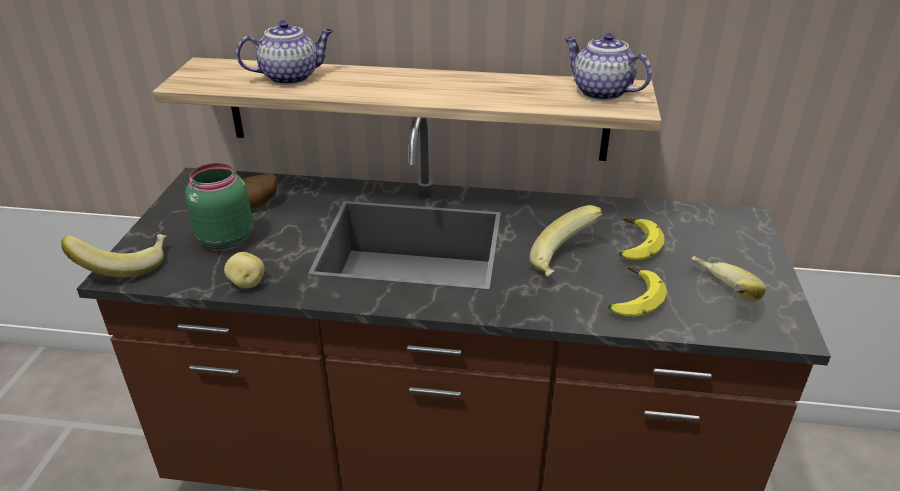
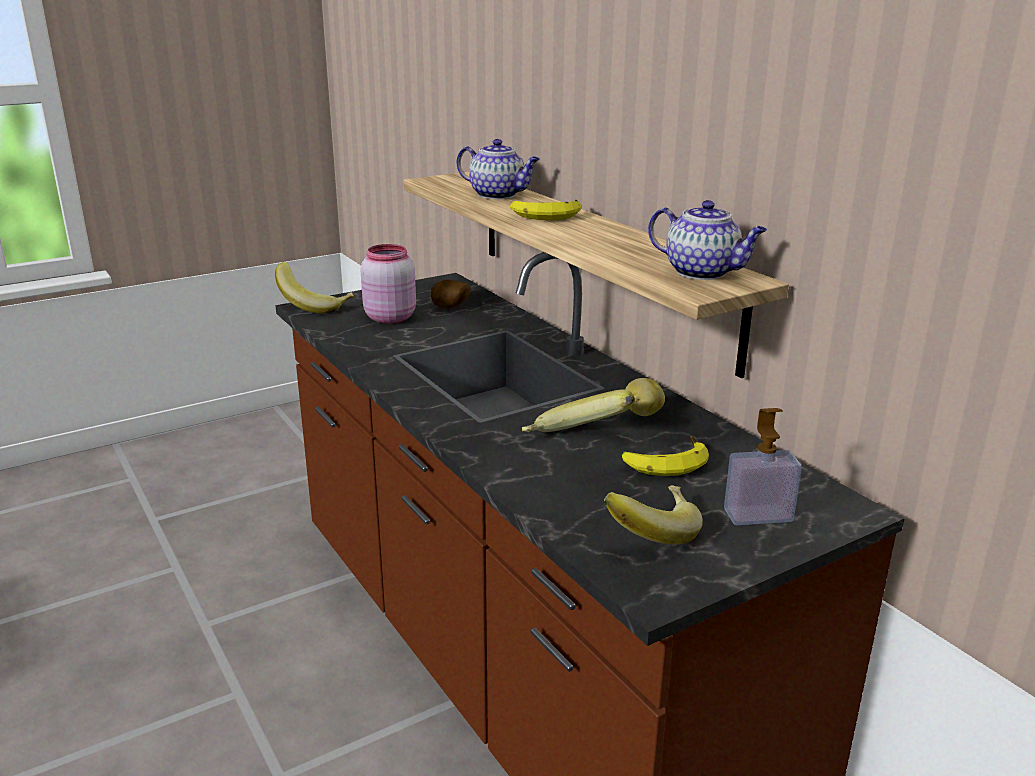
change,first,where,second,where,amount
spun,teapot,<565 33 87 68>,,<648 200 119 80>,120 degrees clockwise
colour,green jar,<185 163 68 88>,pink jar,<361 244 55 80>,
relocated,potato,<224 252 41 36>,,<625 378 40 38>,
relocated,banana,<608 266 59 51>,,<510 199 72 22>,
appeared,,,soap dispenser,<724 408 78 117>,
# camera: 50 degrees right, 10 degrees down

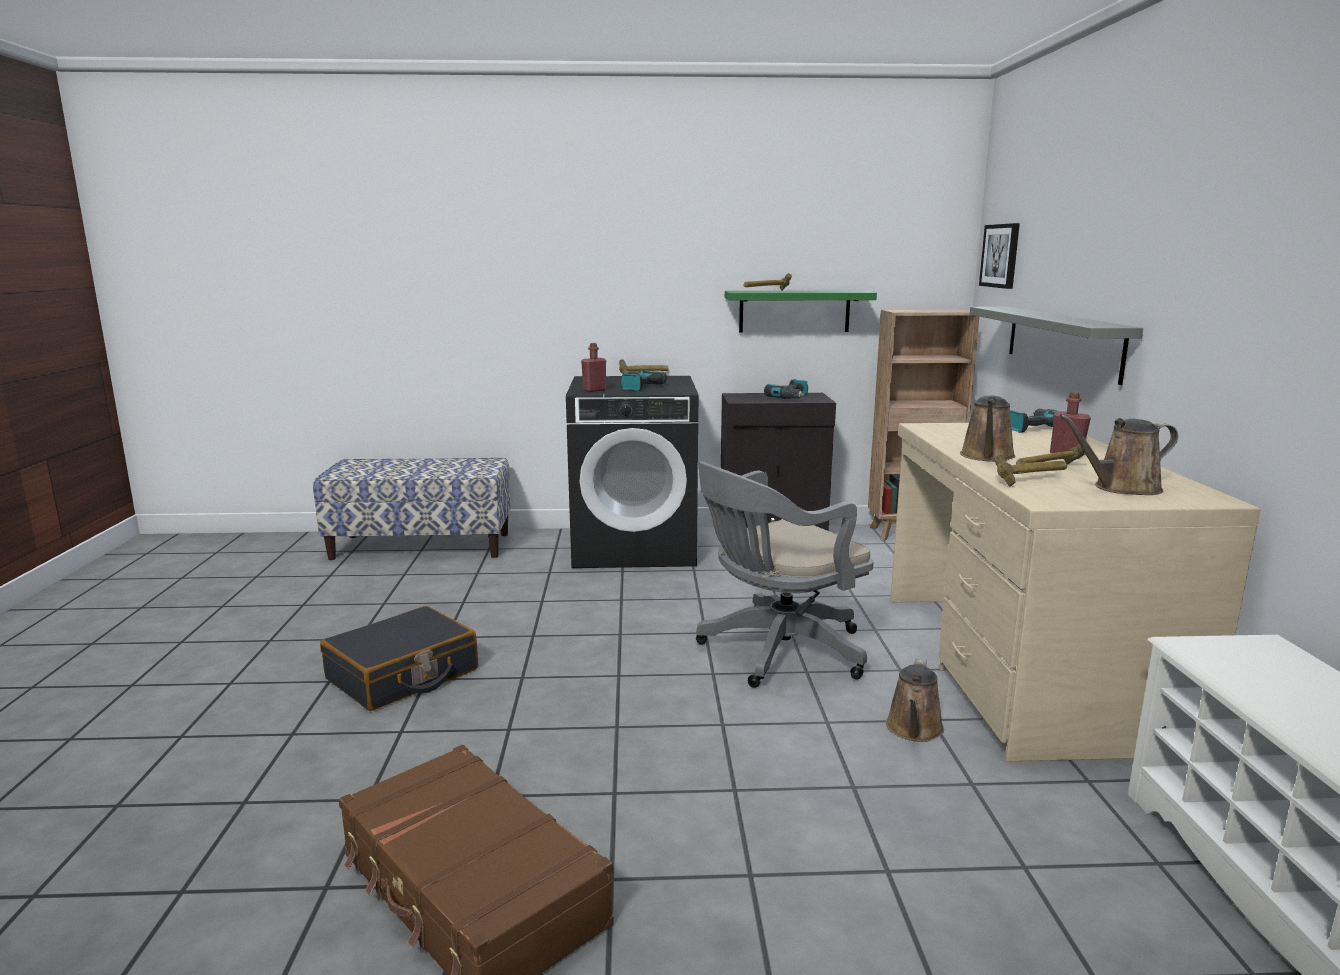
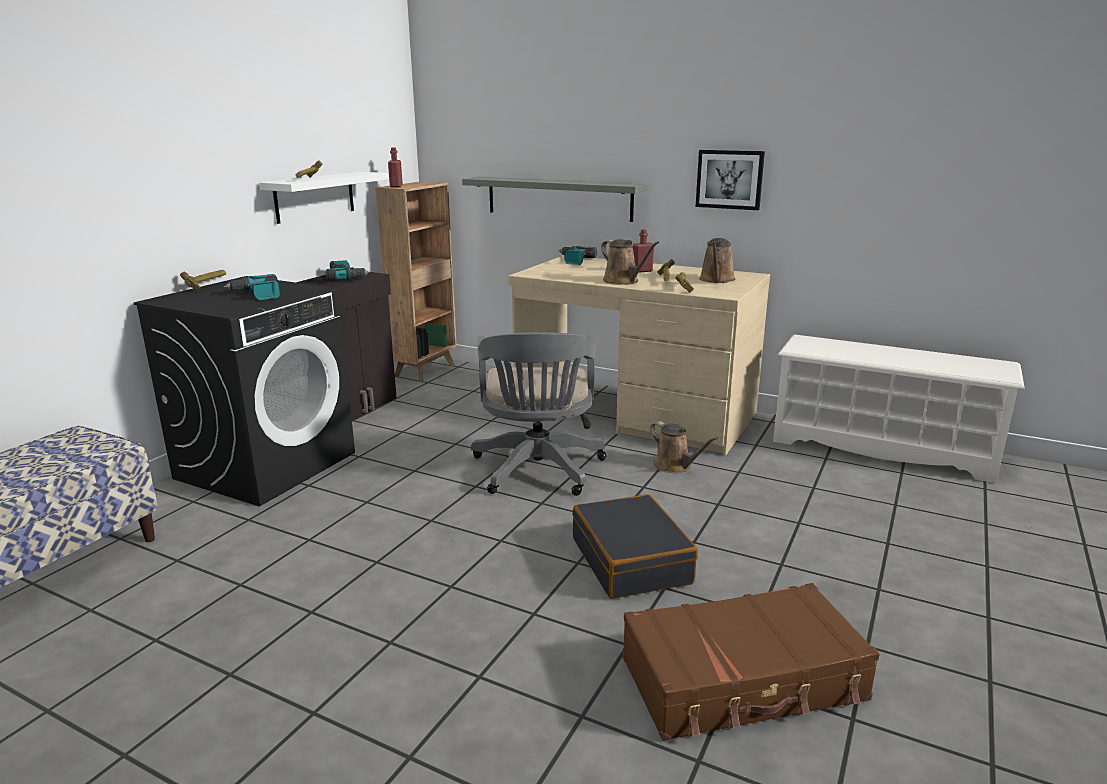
change,first,where,second,where,amount
relocated,picture,<979 223 41 66>,,<696 150 69 60>,
colour,green shelf,<725 291 152 41>,white shelf,<259 172 130 52>,
relocated,red bottle,<581 343 25 49>,,<388 147 15 41>,
relocated,black suitcase,<320 606 158 105>,,<572 494 126 105>,
# camera: 60 degrees left, 5 degrees up

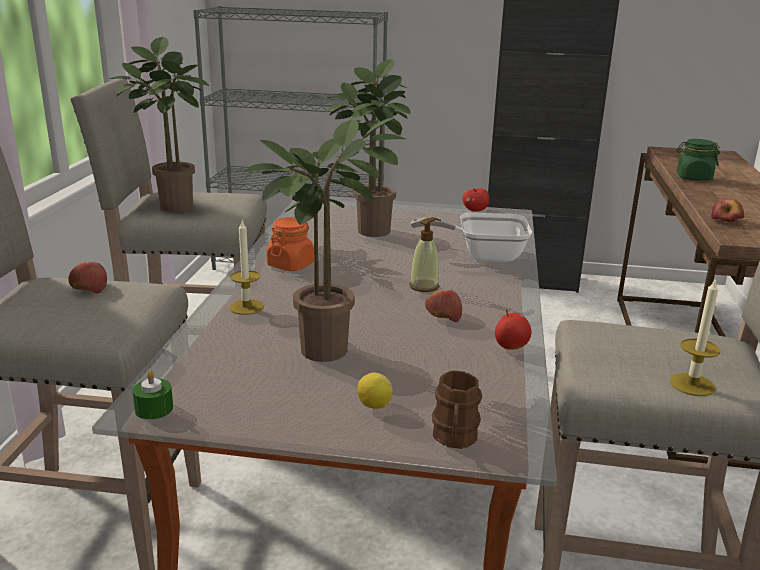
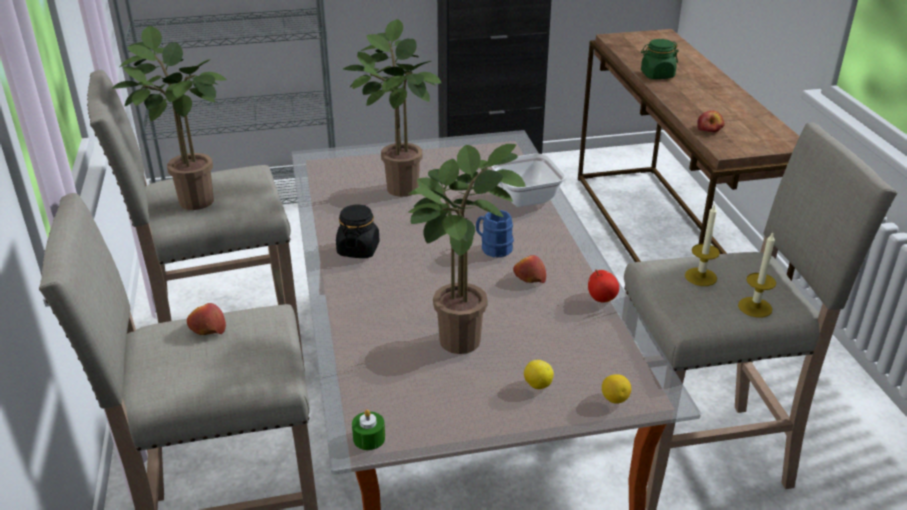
change,first,where,second,where,amount
missing,apple,<462 188 27 24>,,,
colour,orange jar,<266 217 48 54>,black jar,<336 204 44 54>,
exchanged,soap dispenser,<409 217 32 75>,blue mug,<476 210 38 48>,
relocated,candle,<229 221 35 94>,,<685 203 35 83>,
exchanged,brown mug,<432 370 50 79>,lemon,<602 374 29 30>,
# camera: 20 degrees left, 10 degrees up

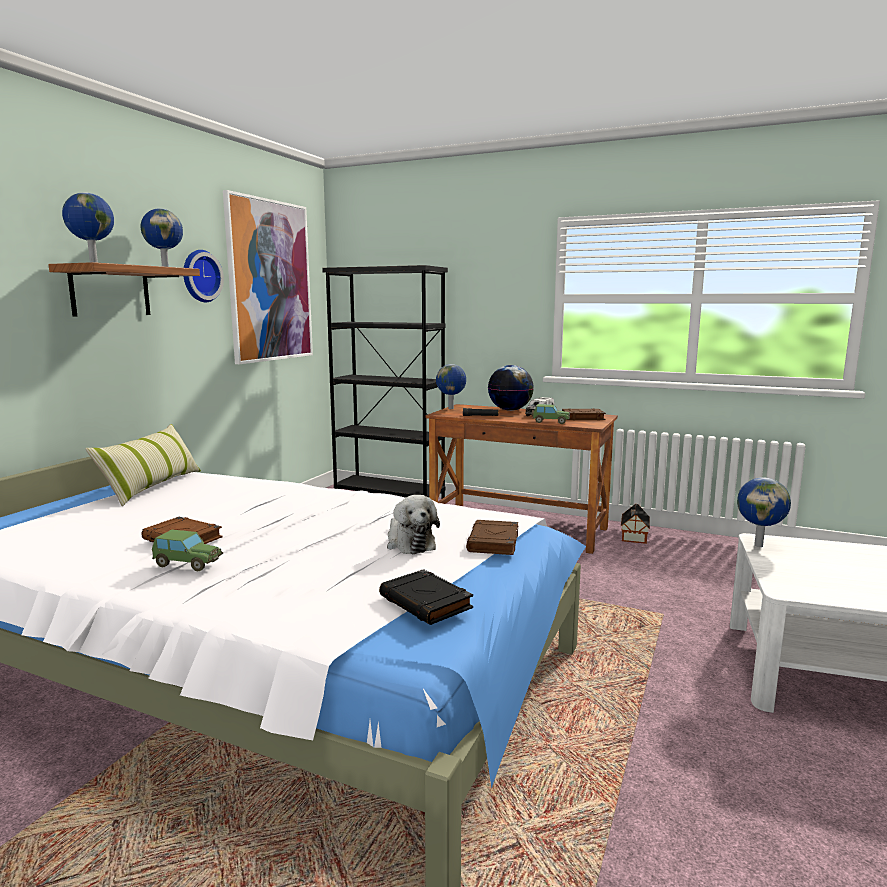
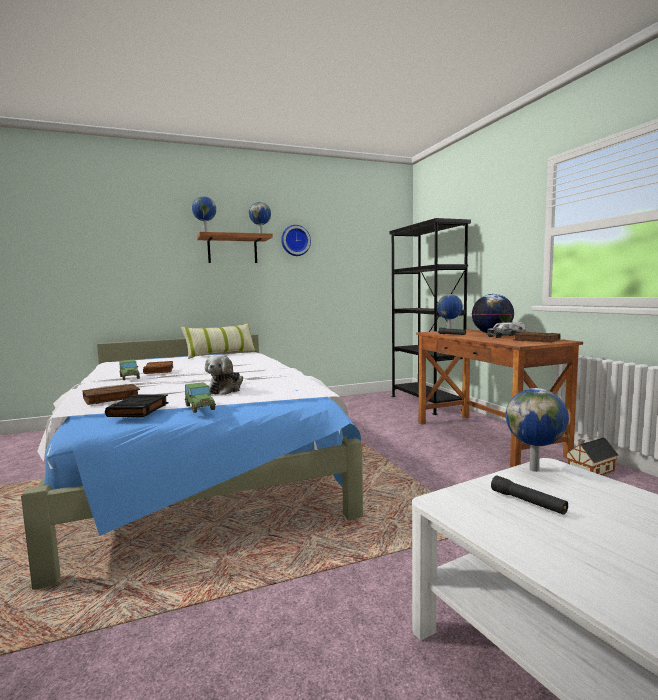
change,first,where,second,where,amount
missing,picture,<223 190 90 174>,,,
relocated,toy car,<532 404 38 20>,,<185 382 31 31>,
relocated,brown book,<466 520 52 35>,,<83 384 57 21>,
appeared,,,black flashlight,<491 476 77 39>,
# camera: 45 degrees right, 5 degrees down

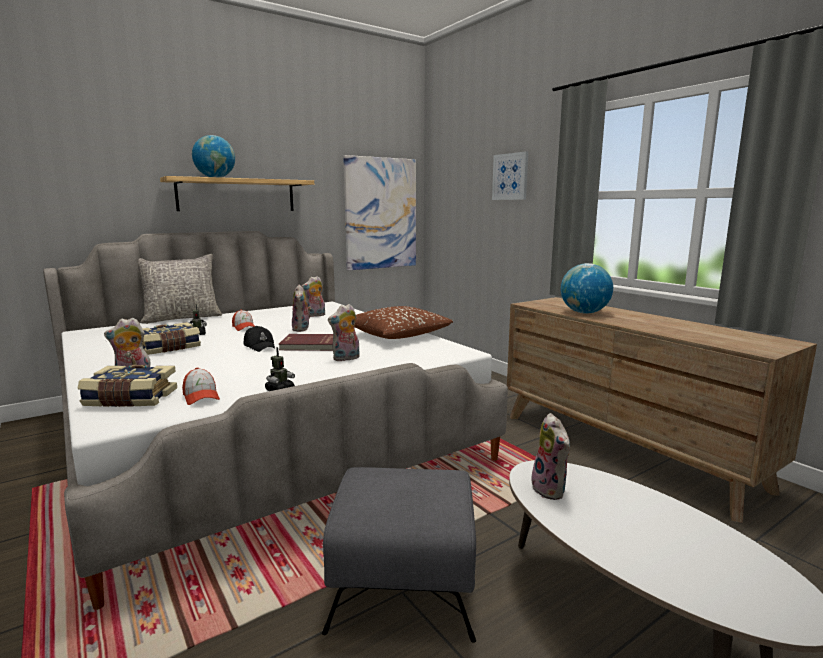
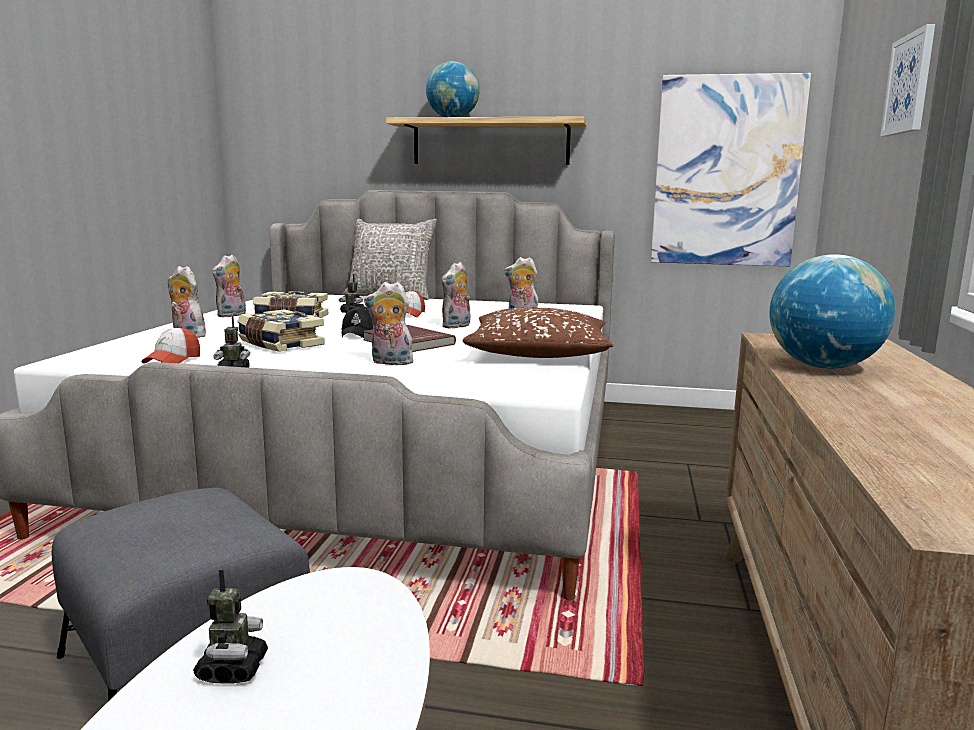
change,first,where,second,where,amount
relocated,book,<77 365 100 42>,,<237 309 88 43>,
relocated,plush toy,<531 413 39 87>,,<212 255 34 62>,
appeared,,,toy robot,<193 569 75 114>,
# camera: 45 degrees right, 0 degrees up

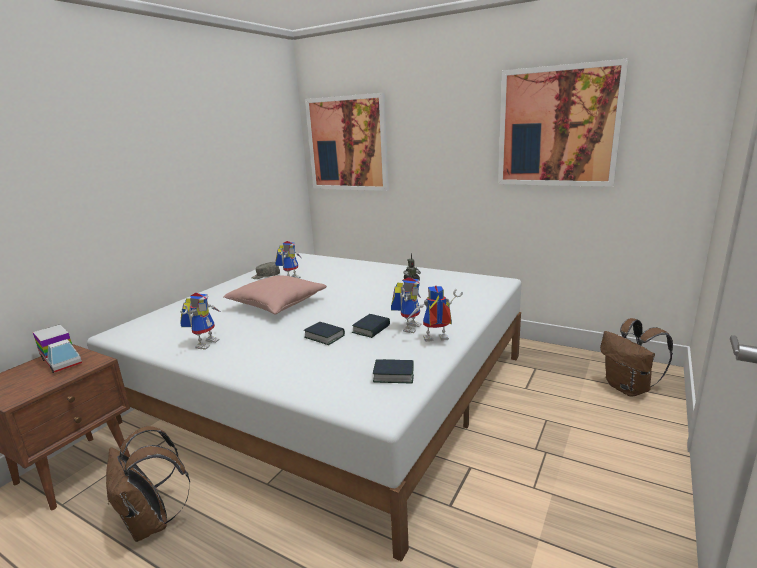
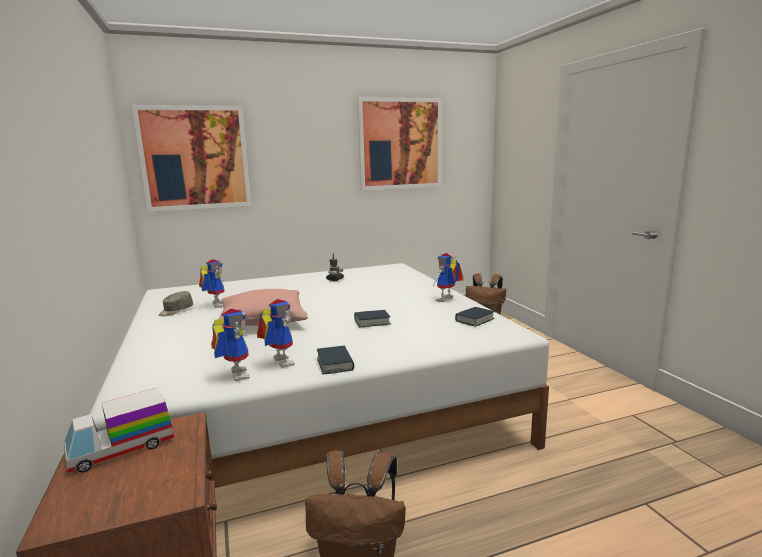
change,first,where,second,where,amount
relocated,toy robot,<391 277 30 56>,,<211 309 39 72>,
relocated,book,<352 314 38 24>,,<317 346 37 28>,
spun,toy truck,<33 324 49 49>,,<64 388 110 85>,150 degrees clockwise
# camera: 50 degrees left, 5 degrees down

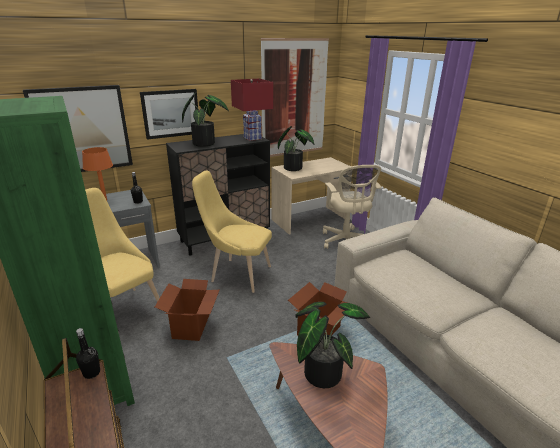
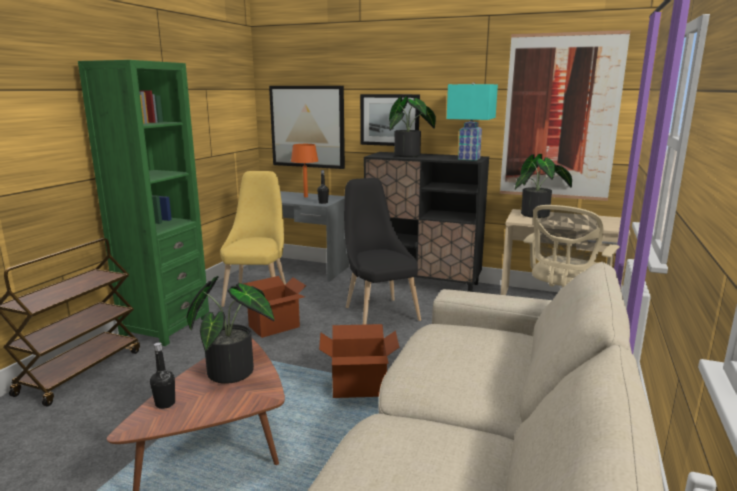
change,first,where,second,where,amount
colour,red table lamp,<231 79 42 62>,turquoise table lamp,<447 82 51 79>,
colour,yellow chair,<192 171 80 122>,black chair,<344 178 77 147>,
relocated,black bottle,<76 328 24 51>,,<150 342 25 67>,
# camera: 50 degrees right, 10 degrees down

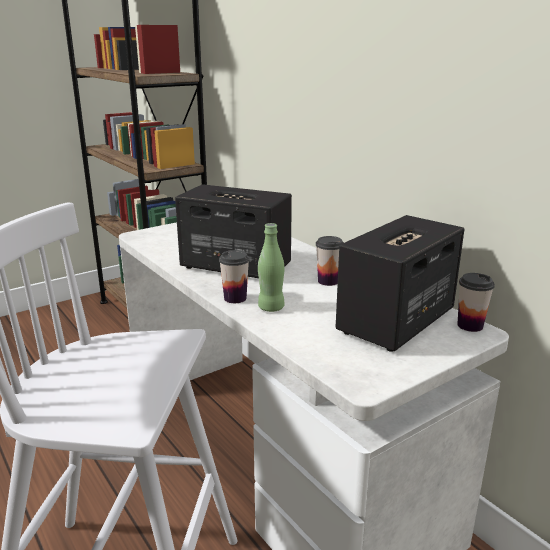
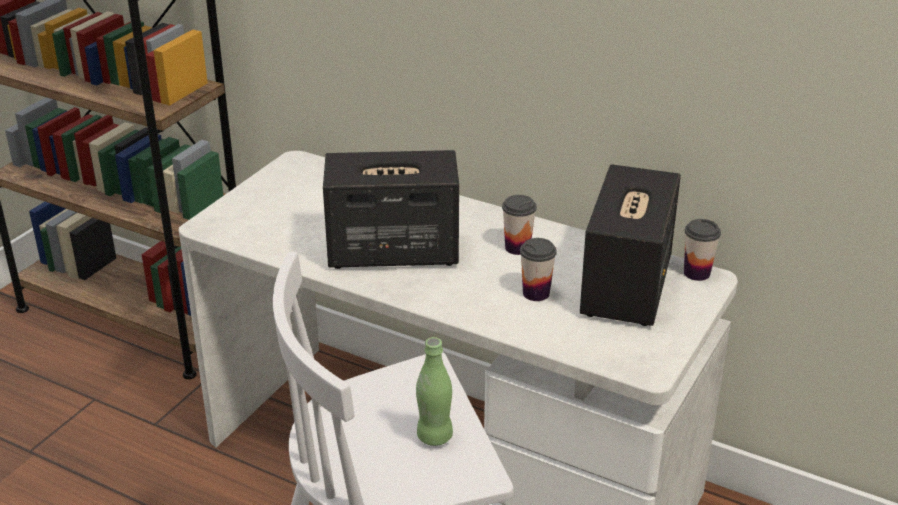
change,first,where,second,where,amount
relocated,green bottle,<258 223 27 89>,,<416 337 37 109>,
relocated,cup,<219 250 30 53>,,<520 238 37 63>,
# camera: 25 degrees left, 10 degrees up

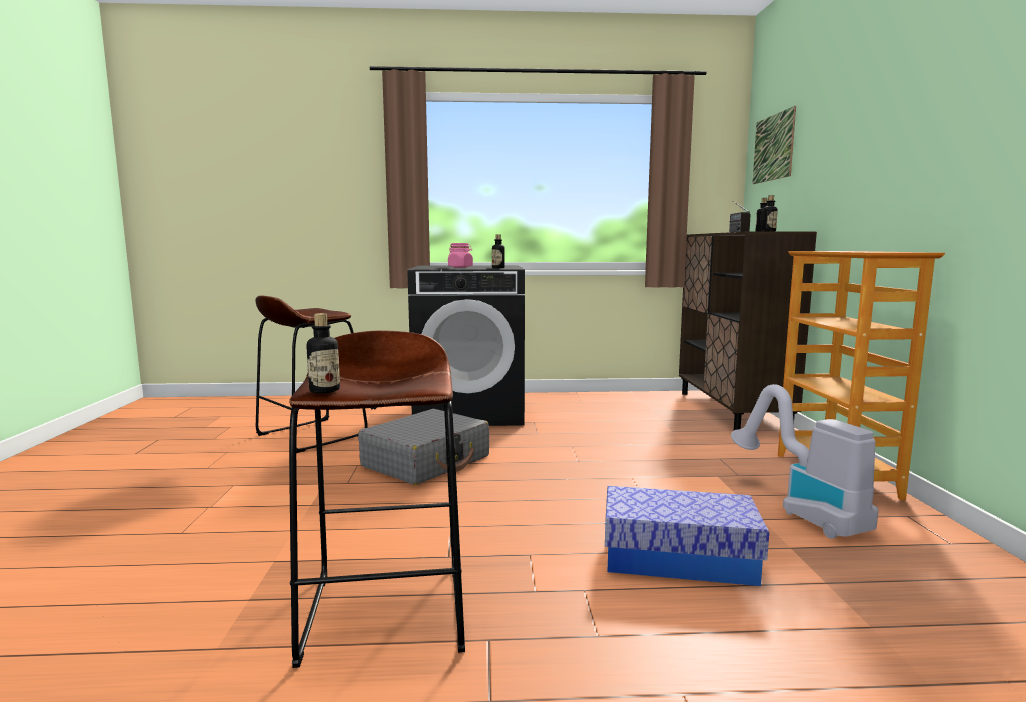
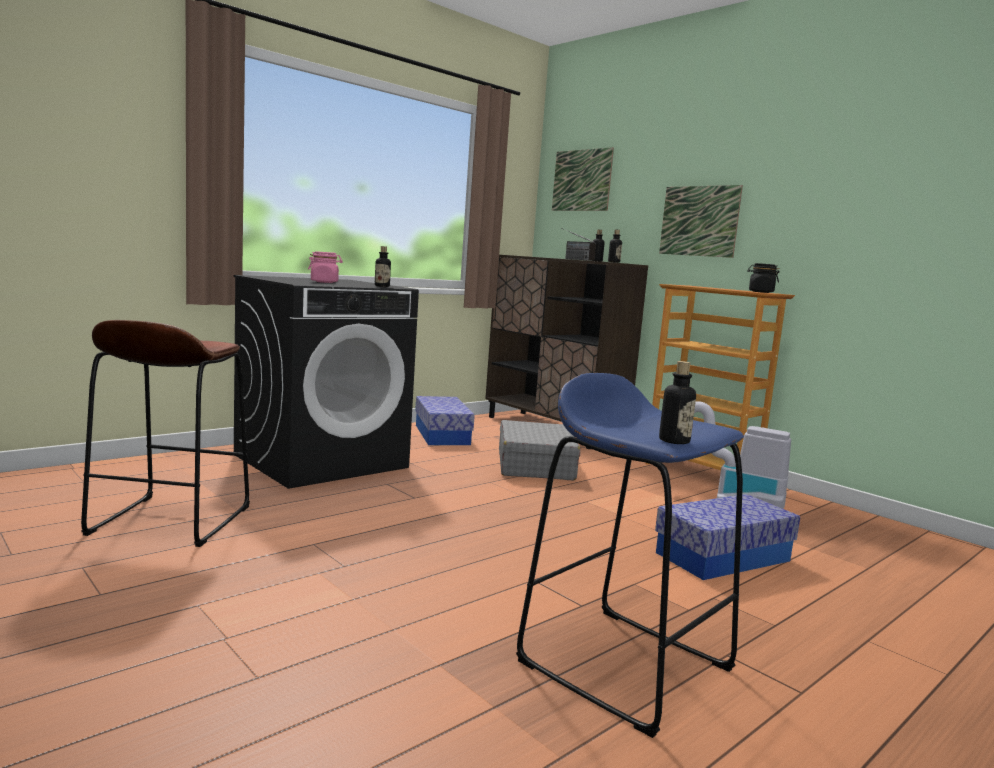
change,first,where,second,where,amount
colour,brown stool,<289 330 176 338>,blue stool,<516 373 228 365>,
relocated,grey suitcase,<358 409 131 76>,,<499 420 81 61>,
appeared,,,picture,<659 185 84 73>,
appeared,,,black jar,<747 263 33 30>,
appeared,,,storage box,<415 396 60 49>,
# camera: 40 degrees left, 0 degrees up

